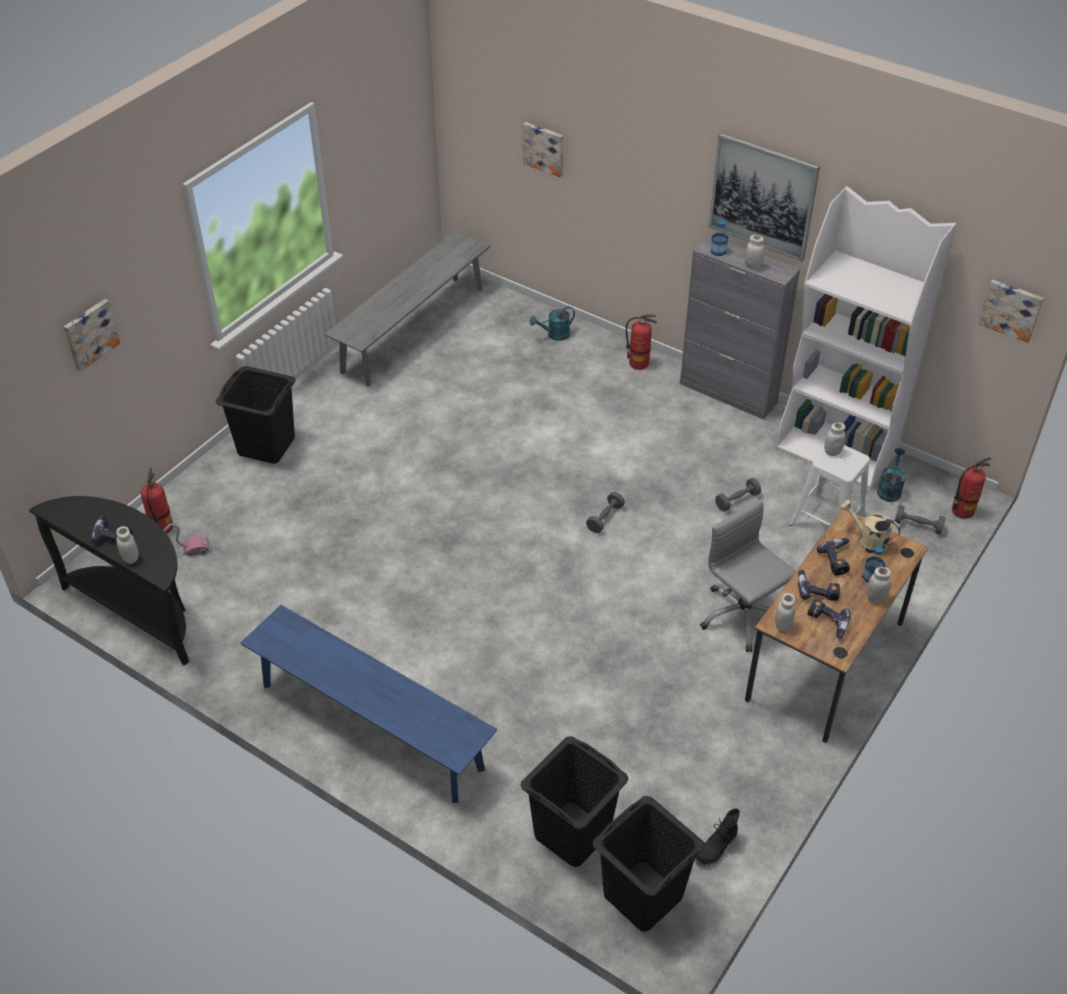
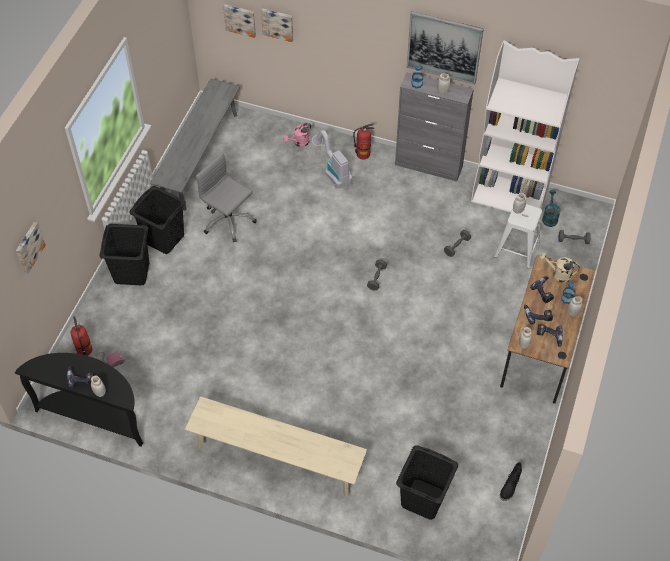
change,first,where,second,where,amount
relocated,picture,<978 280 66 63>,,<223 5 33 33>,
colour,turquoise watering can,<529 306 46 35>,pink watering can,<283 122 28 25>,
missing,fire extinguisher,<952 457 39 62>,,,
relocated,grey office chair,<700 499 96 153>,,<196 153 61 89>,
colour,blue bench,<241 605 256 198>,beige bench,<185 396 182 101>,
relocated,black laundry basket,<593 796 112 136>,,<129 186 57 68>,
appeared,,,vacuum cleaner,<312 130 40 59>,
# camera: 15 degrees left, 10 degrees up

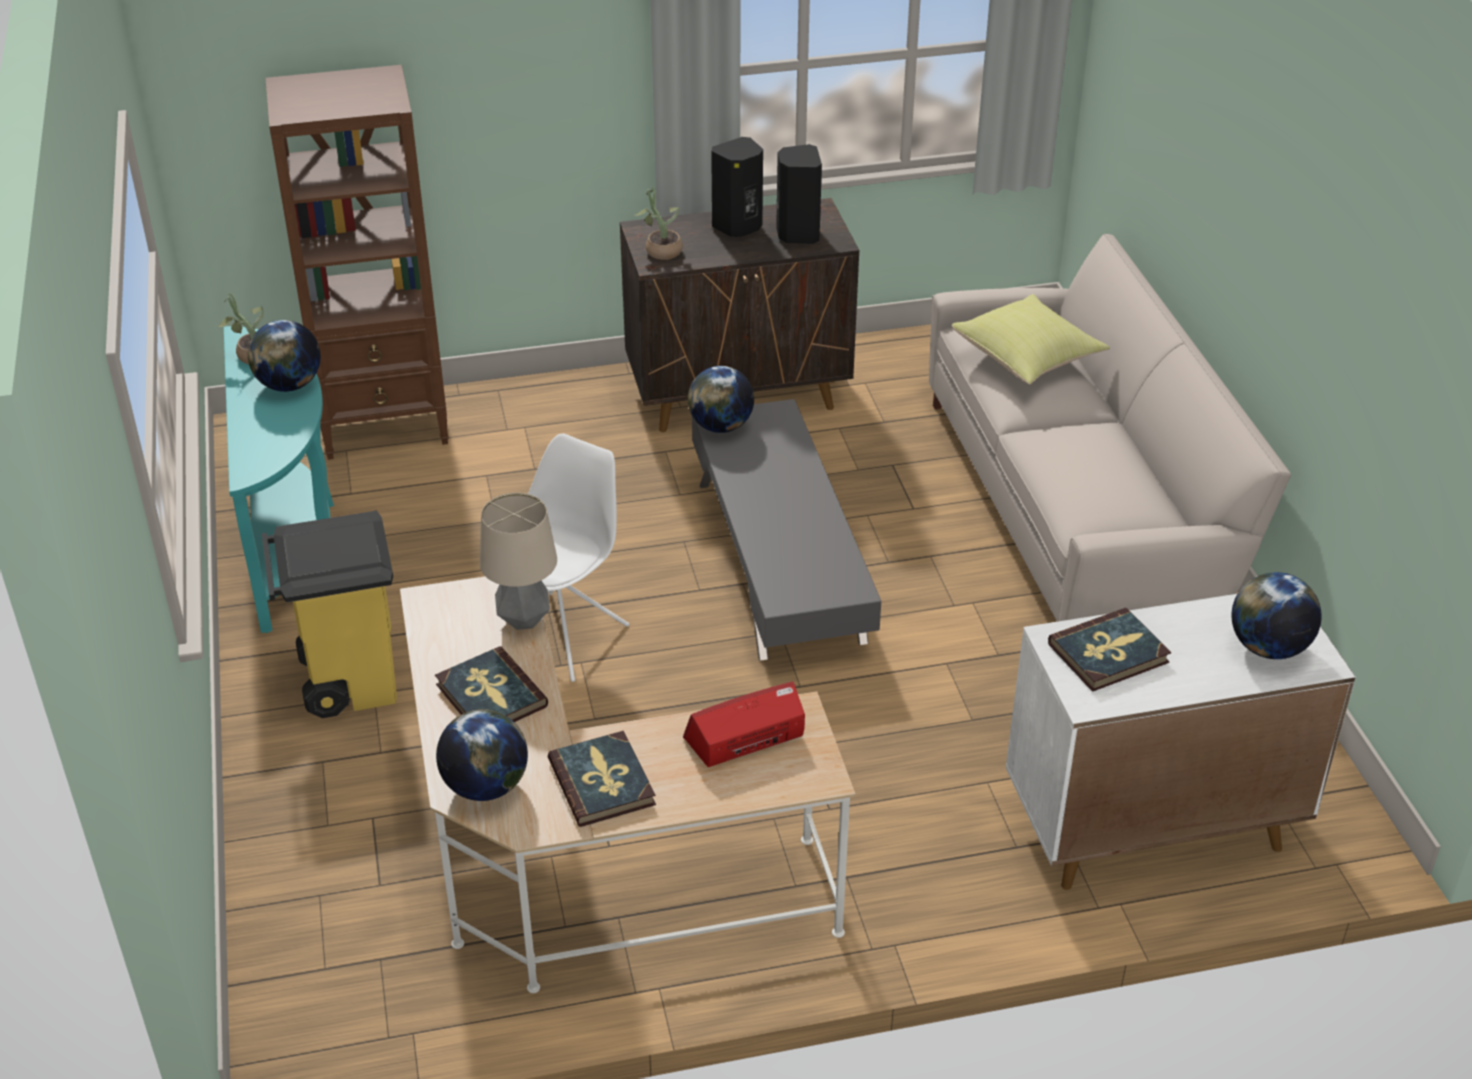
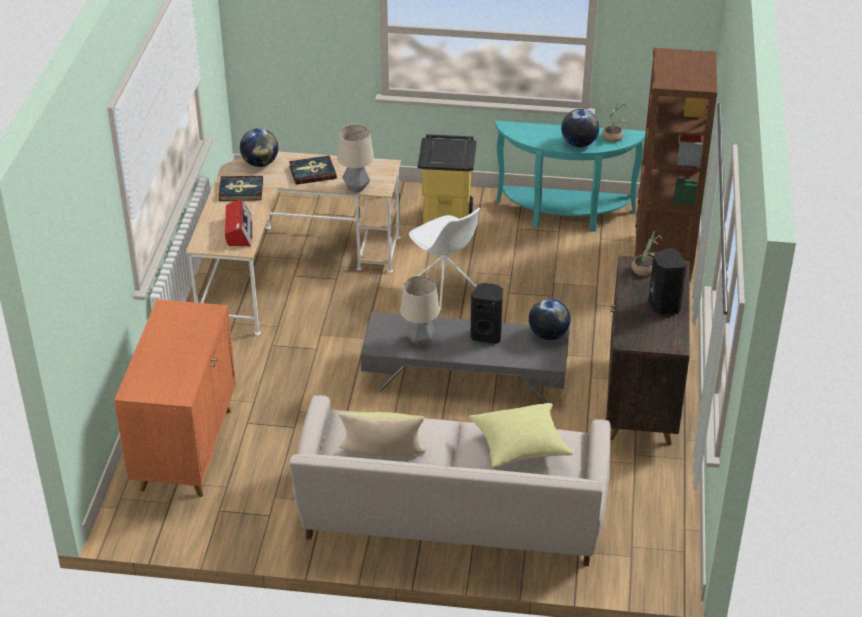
change,first,where,second,where,amount
relocated,black speaker,<776 144 46 100>,,<470 283 33 61>,
missing,globe,<1232 572 90 87>,,,
colour,white cabinet,<1006 594 350 296>,orange cabinet,<114 299 122 198>,
missing,book,<1048 608 123 84>,,,
appeared,,,table lamp,<400 276 40 70>,
appeared,,,yellow pillow,<338 412 88 44>,
# camera: 110 degrees right, 0 degrees up

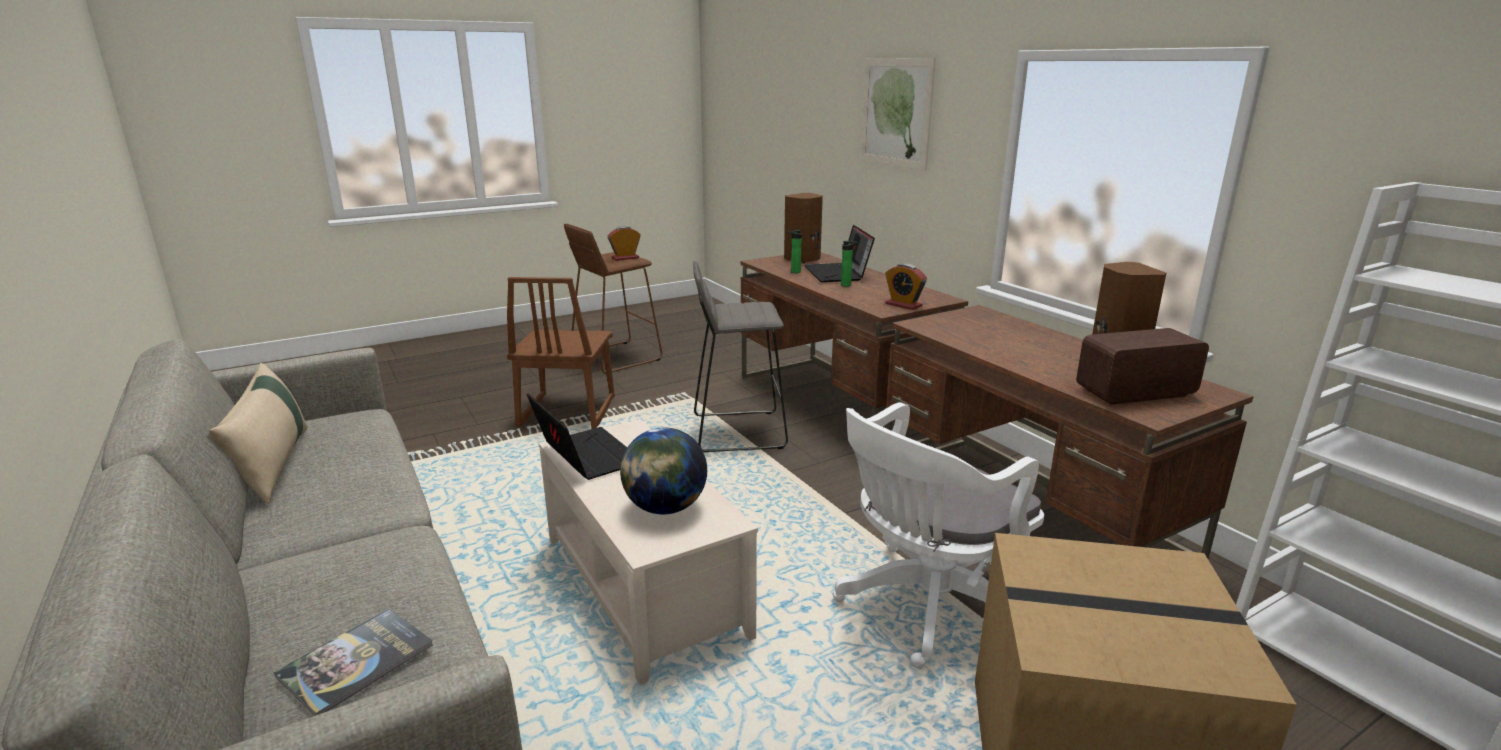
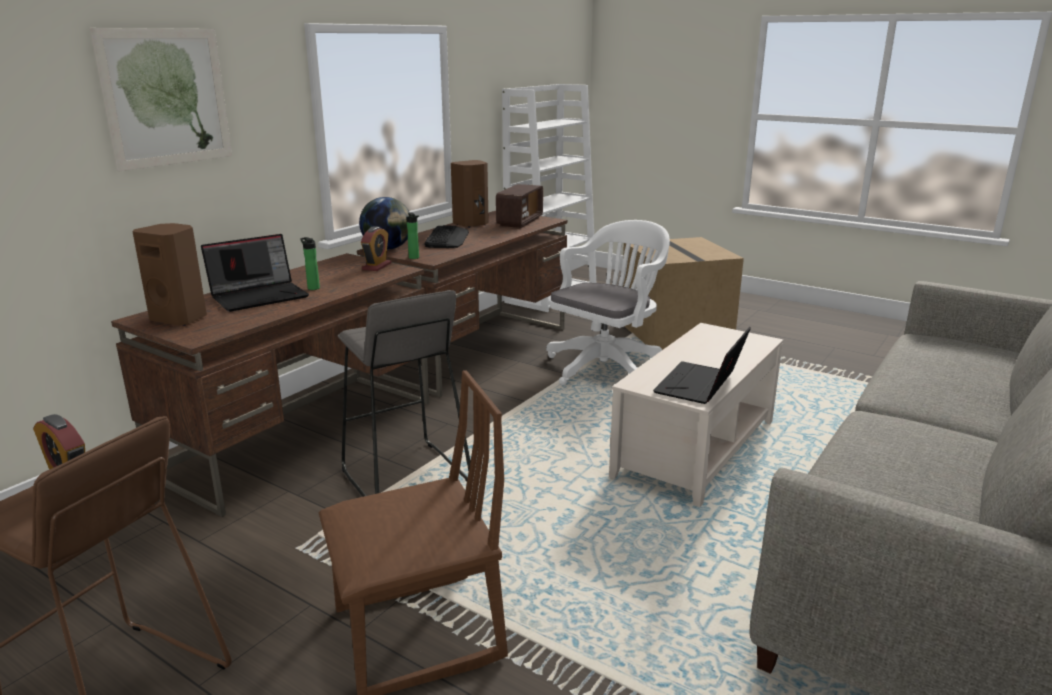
change,first,where,second,where,amount
relocated,bottle,<788 230 14 43>,,<406 213 13 46>,
spun,radio,<1076 328 133 77>,,<496 184 47 44>,120 degrees counterclockwise
missing,beige pillow,<209 363 98 141>,,,
spun,white office chair,<833 402 211 266>,,<546 220 124 165>,75 degrees counterclockwise
relocated,globe,<620 428 87 86>,,<359 197 51 53>,
missing,book,<274 608 160 108>,,,
appeared,,,keyboard,<425 225 44 23>,
# camera: 115 degrees left, 0 degrees up

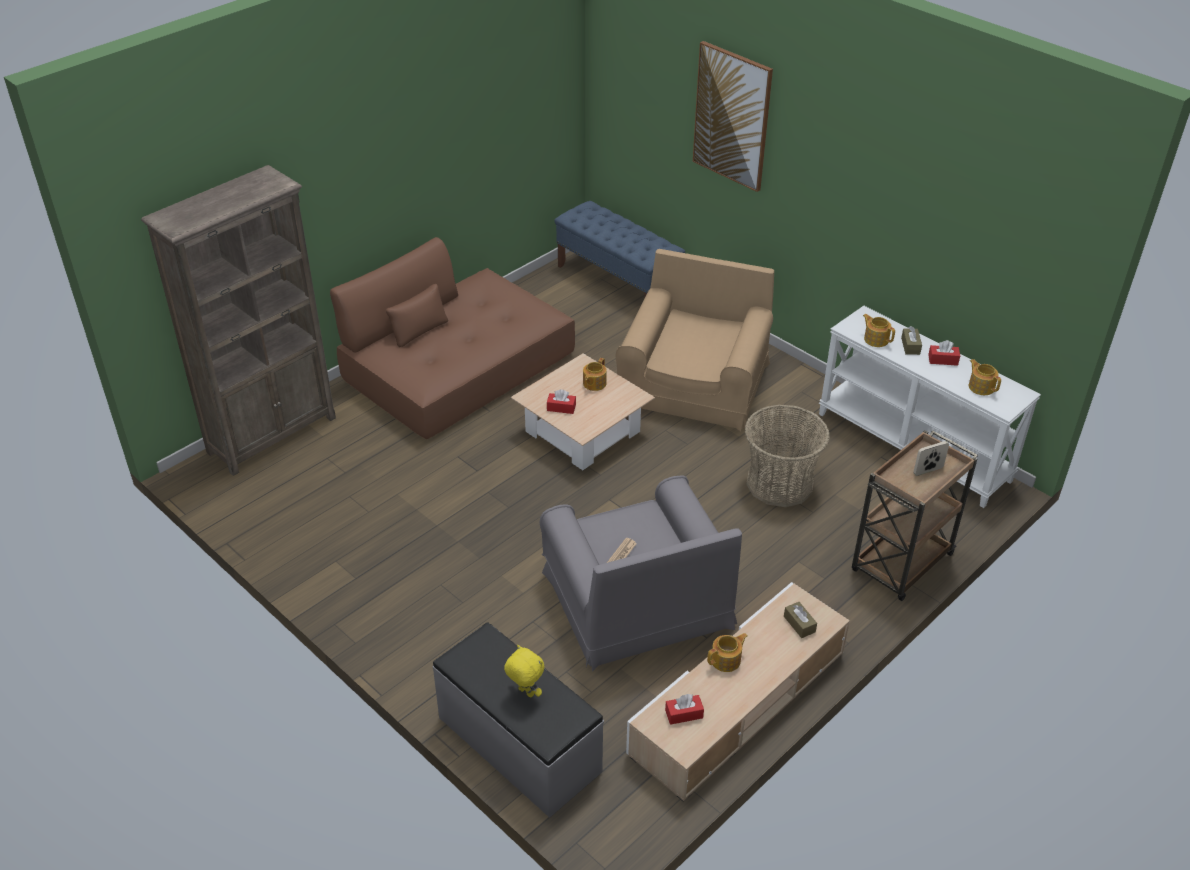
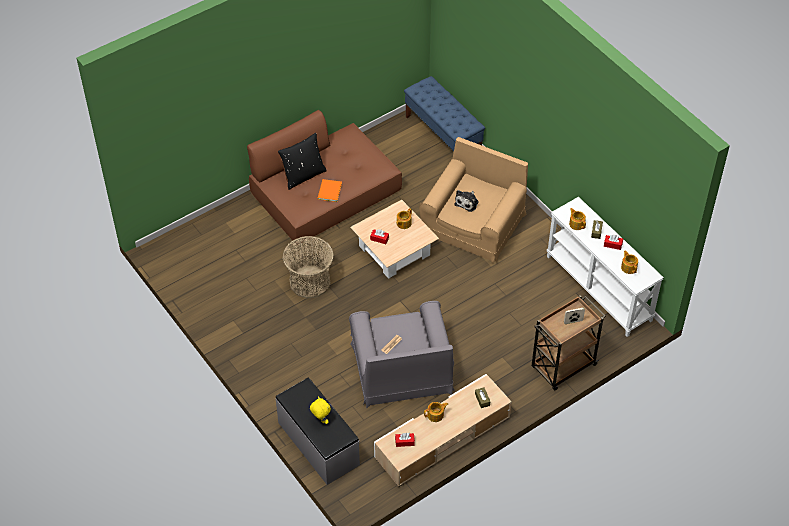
change,first,where,second,where,amount
missing,picture,<693 41 80 151>,,,
missing,brown bookcase,<141 165 195 311>,,,
relocated,basket,<744 405 86 102>,,<283 236 51 63>,
appeared,,,black pillow,<278 133 49 57>,
appeared,,,orange book,<317 179 25 23>,
appeared,,,plush toy,<454 190 25 22>,
# camera: 10 degrees right, 10 degrees up

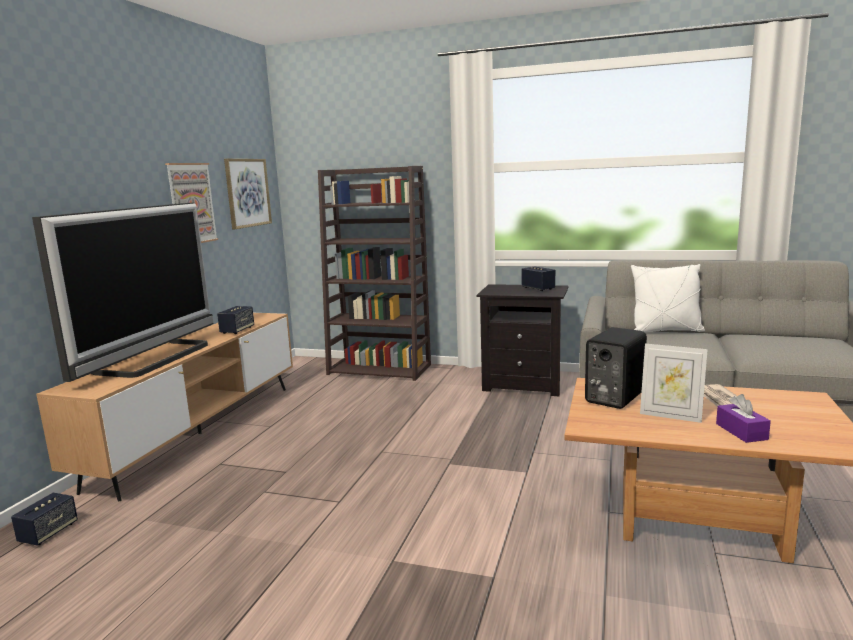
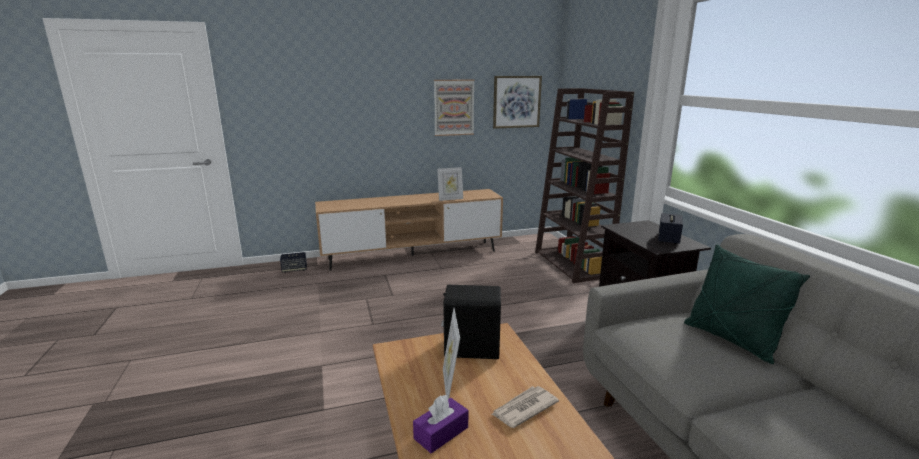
change,first,where,second,where,amount
missing,television,<32 203 181 179>,,,
colour,white pillow,<631 264 74 68>,green pillow,<684 244 126 120>,
exchanged,speaker,<217 306 37 28>,picture frame,<437 167 26 34>,
# camera: 55 degrees right, 5 degrees up

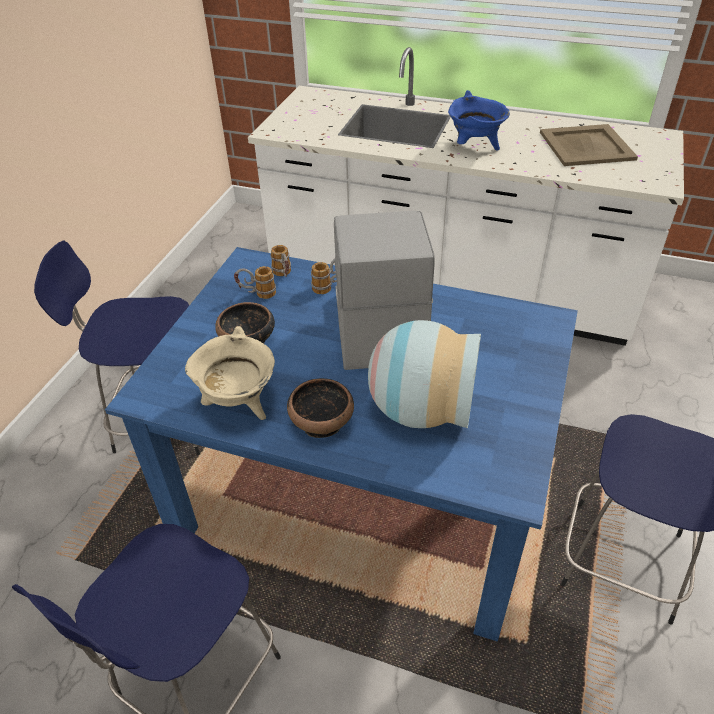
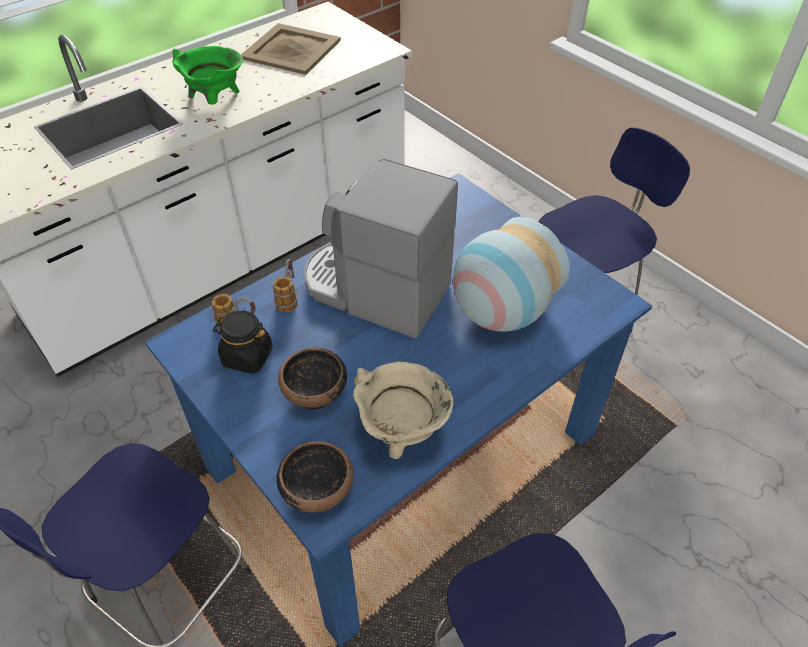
change,first,where,second,where,amount
colour,blue cooking pot,<448 90 62 60>,green cooking pot,<172 46 71 59>,
exchanged,mug,<234 266 42 33>,black jar,<213 311 60 63>,
relocated,bowl,<287 378 67 60>,,<276 441 78 72>,
# camera: 60 degrees left, 5 degrees up

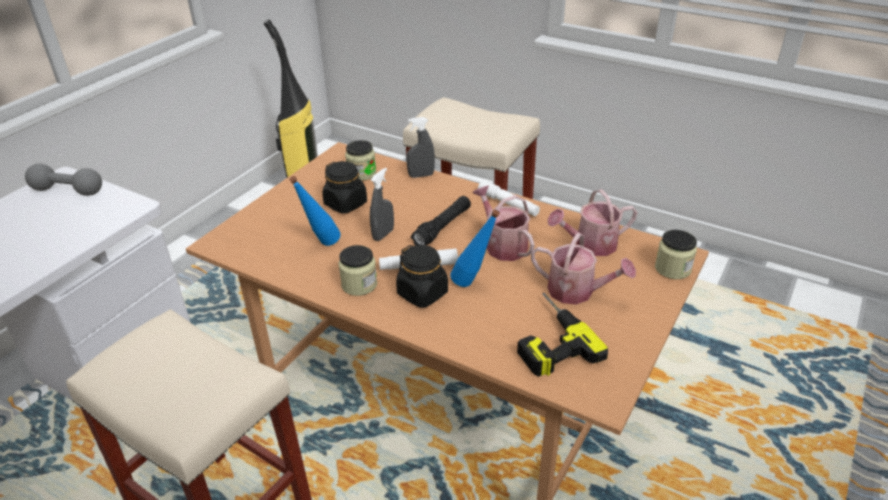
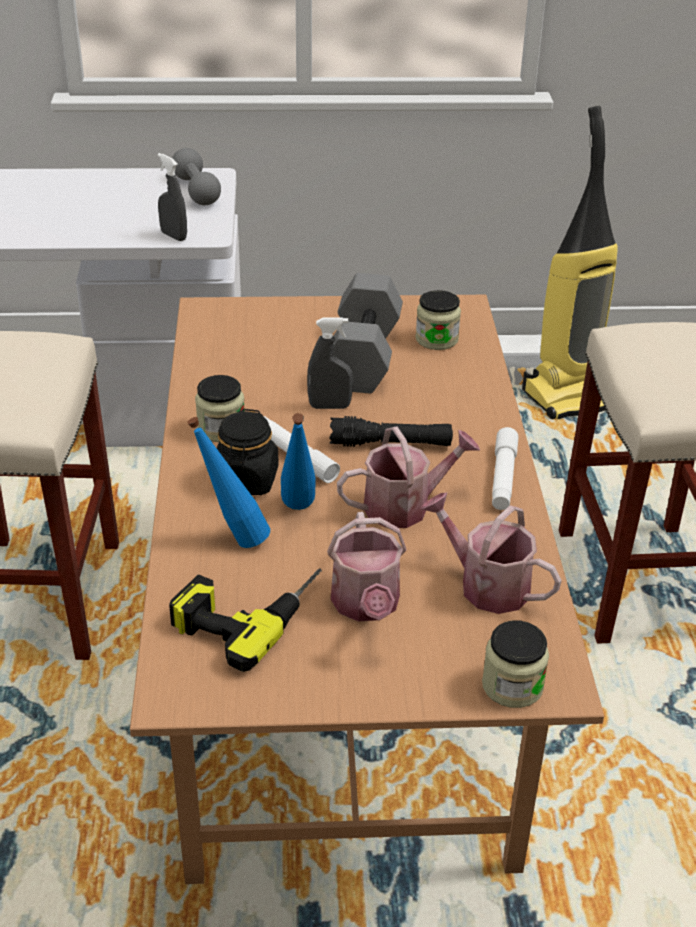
change,first,where,second,where,amount
relocated,grey spray bottle,<406 117 29 61>,,<158 153 29 88>,
exchanged,black jar,<322 161 45 53>,grey dumbbell,<333 273 70 121>,
relocated,blue bottle,<289 176 52 70>,,<187 417 83 131>,
spun,watering can,<473 185 62 76>,,<337 426 143 102>,45 degrees clockwise
# camera: 55 degrees right, 0 degrees up

